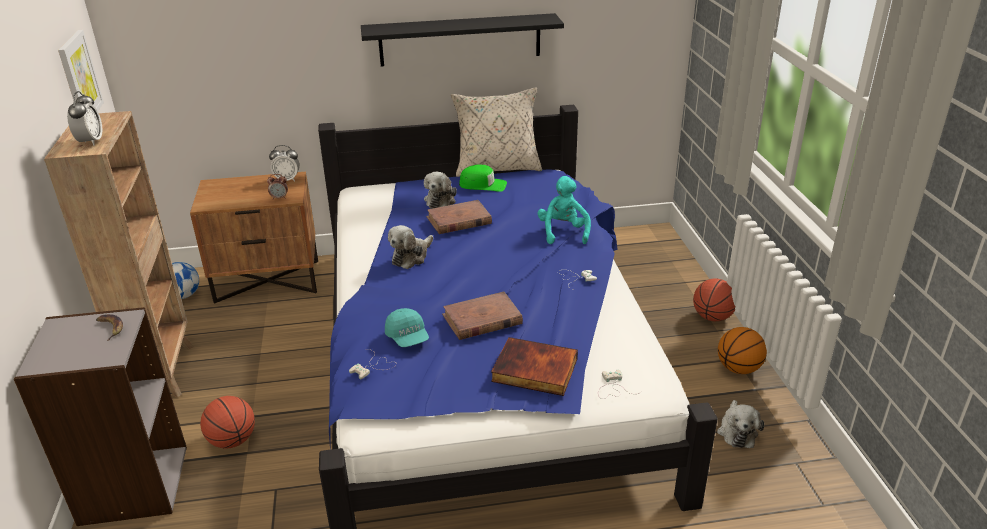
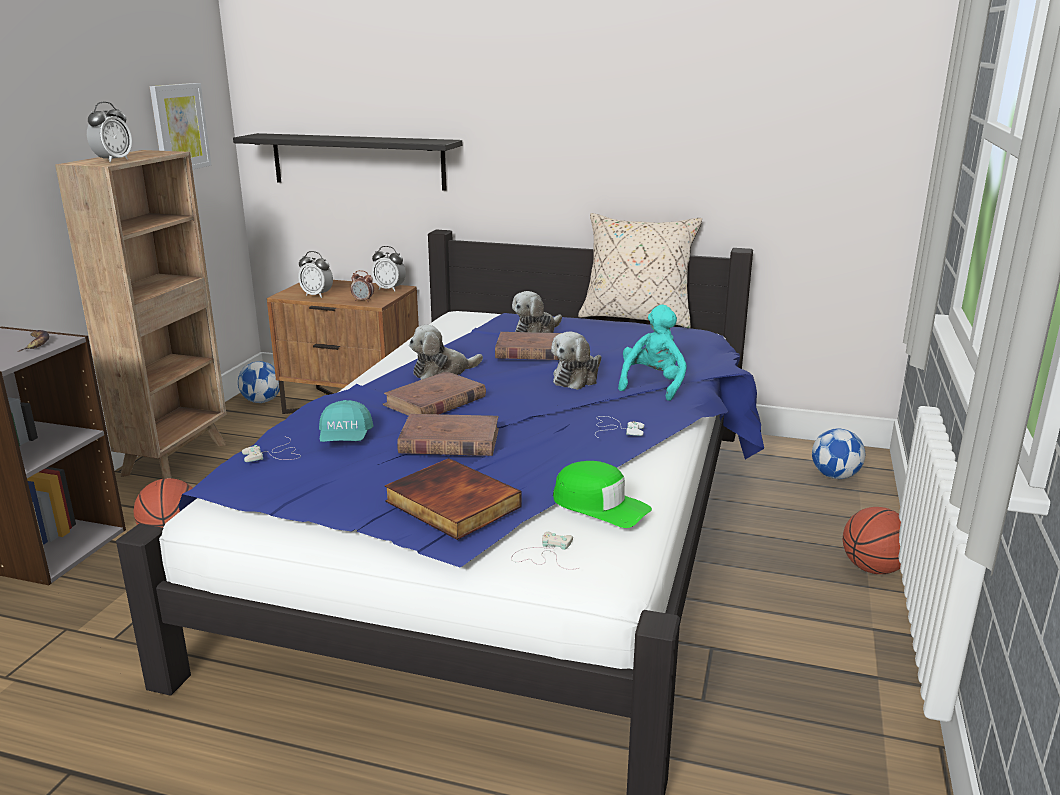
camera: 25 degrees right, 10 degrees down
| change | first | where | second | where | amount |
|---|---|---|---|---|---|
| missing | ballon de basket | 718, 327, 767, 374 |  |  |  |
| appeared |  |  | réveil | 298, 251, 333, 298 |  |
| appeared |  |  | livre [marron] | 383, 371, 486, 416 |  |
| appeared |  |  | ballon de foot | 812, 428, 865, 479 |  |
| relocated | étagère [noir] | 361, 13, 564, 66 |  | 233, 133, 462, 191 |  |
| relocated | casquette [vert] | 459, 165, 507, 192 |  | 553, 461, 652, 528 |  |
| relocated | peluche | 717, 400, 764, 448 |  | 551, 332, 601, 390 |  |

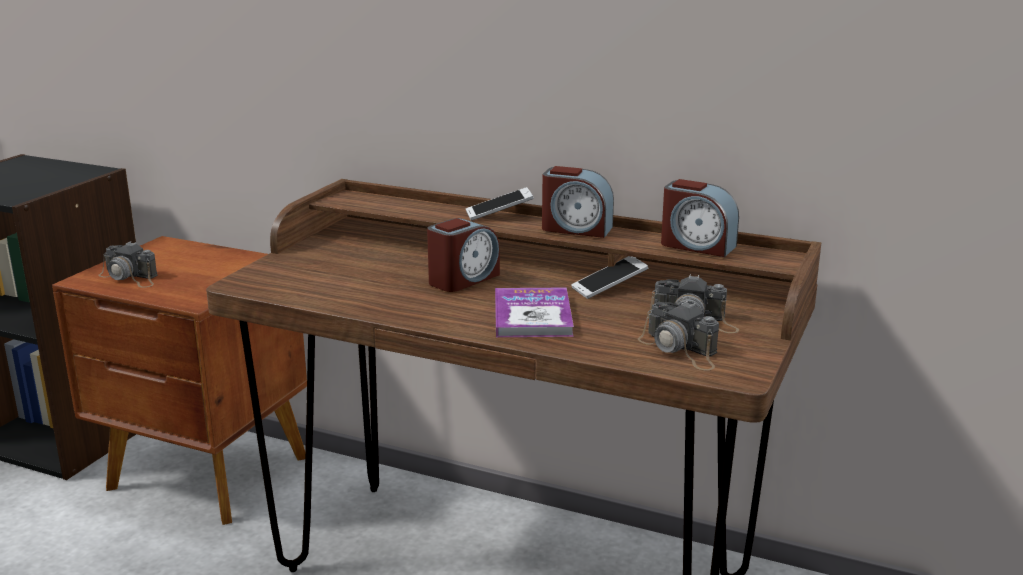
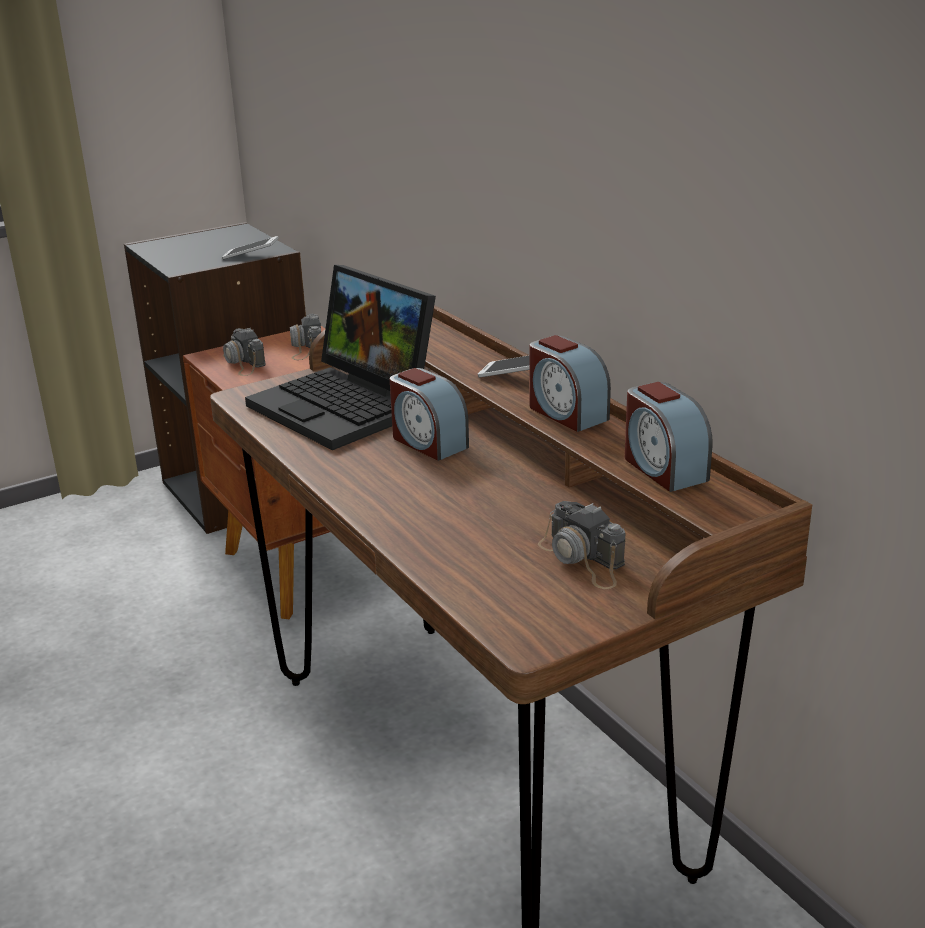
camera: 35 degrees right, 5 degrees up
| change | first | where | second | where | amount |
|---|---|---|---|---|---|
| missing | livre | 495, 288, 574, 337 |  |  |  |
| appeared |  |  | ordinateur portable | 245, 265, 436, 450 |  |
| relocated | téléphone | 571, 256, 648, 299 |  | 222, 236, 279, 260 |  |
| relocated | appareil photo | 638, 301, 719, 370 |  | 290, 314, 321, 360 |  |
| spun | réveil | 427, 218, 500, 292 |  | 390, 368, 469, 461 | 60 degrees clockwise |

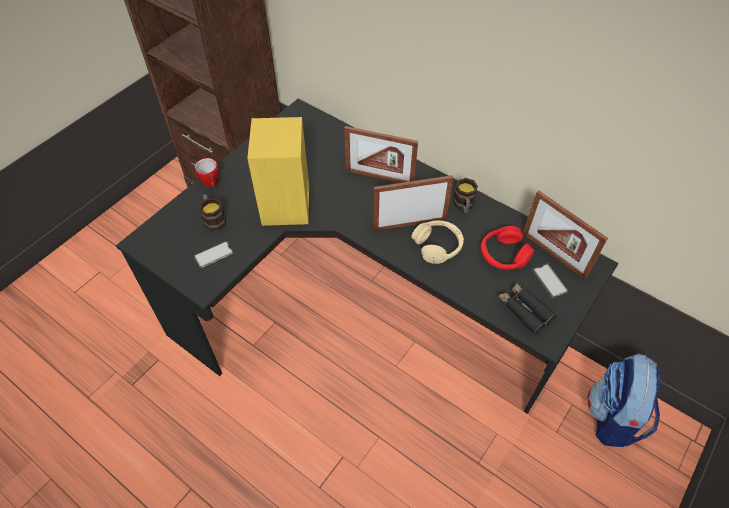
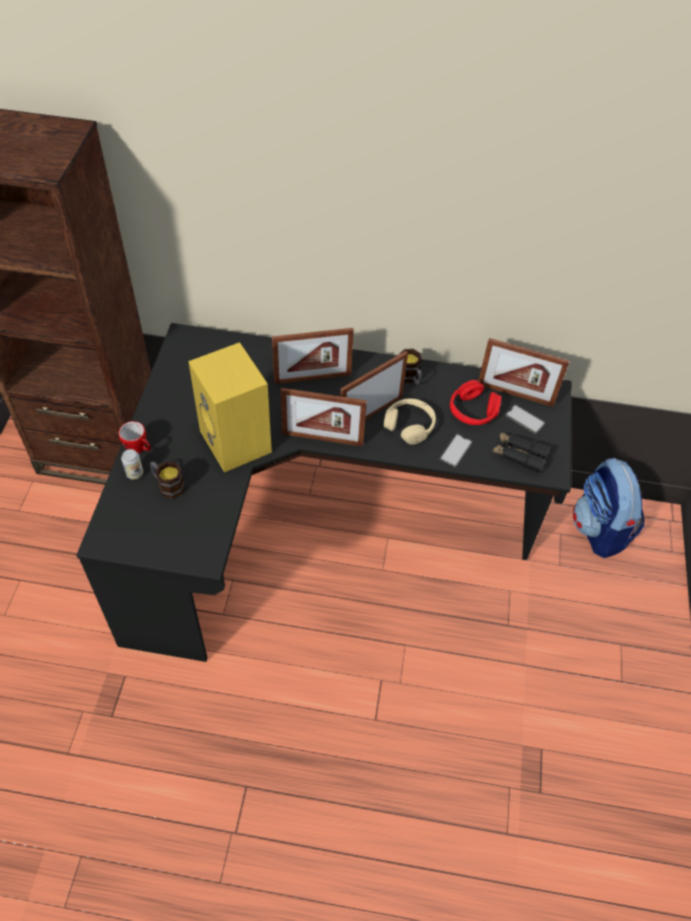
camera: 30 degrees left, 0 degrees up
| change | first | where | second | where | amount |
|---|---|---|---|---|---|
| appeared |  |  | boîte métallique | 121, 449, 143, 480 |  |
| appeared |  |  | cadre photo | 280, 388, 367, 447 |  |
| relocated | téléphone | 194, 241, 234, 268 |  | 440, 434, 472, 467 |  |

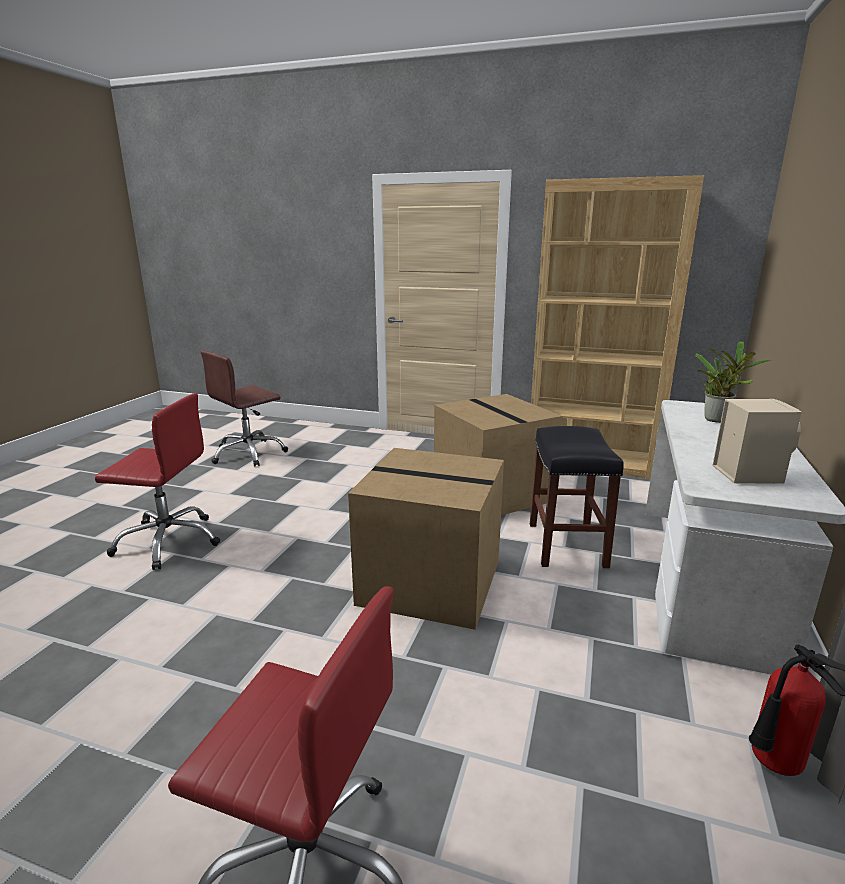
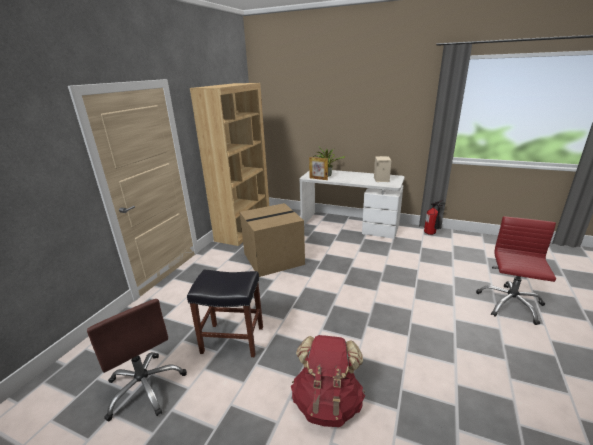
camera: 85 degrees left, 5 degrees up
| change | first | where | second | where | amount |
|---|---|---|---|---|---|
| missing | carton | 348, 448, 504, 630 |  |  |  |
| appeared |  |  | cadre photo | 309, 157, 328, 180 |  |
| relocated | tabouret [noir] | 530, 426, 624, 568 |  | 187, 270, 263, 357 |  |
| exchanged | chaise de bureau [rouge] | 95, 393, 220, 570 | sac à dos [rouge] | 291, 335, 365, 427 |  |

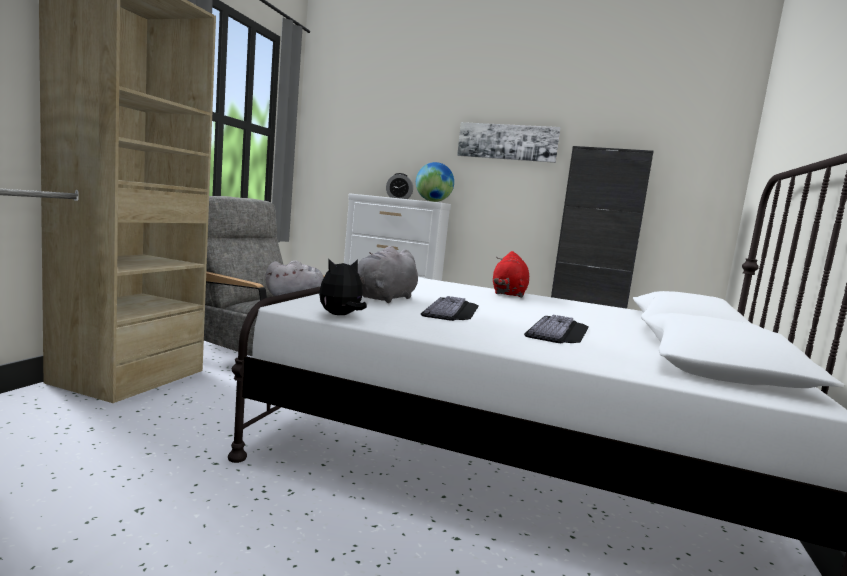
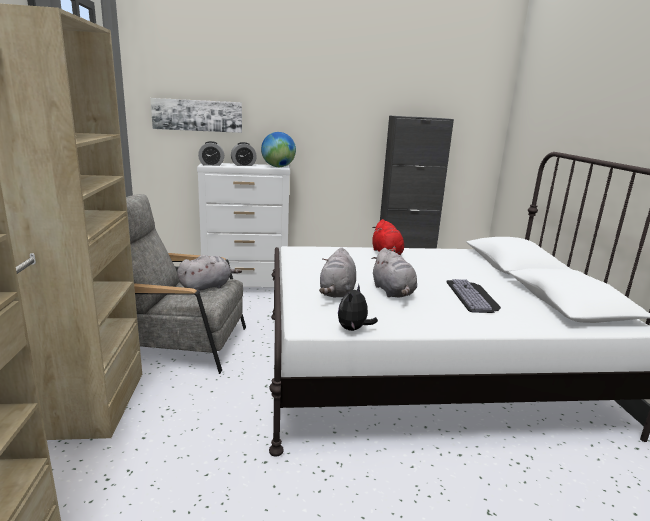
camera: 25 degrees left, 10 degrees up
| change | first | where | second | where | amount |
|---|---|---|---|---|---|
| appeared |  |  | réveil | 198, 141, 224, 166 |  |
| relocated | tableau | 457, 122, 561, 163 |  | 151, 98, 242, 133 |  |
| exchanged | clavier | 421, 296, 479, 321 | peluche [gris] | 371, 248, 417, 297 |  |

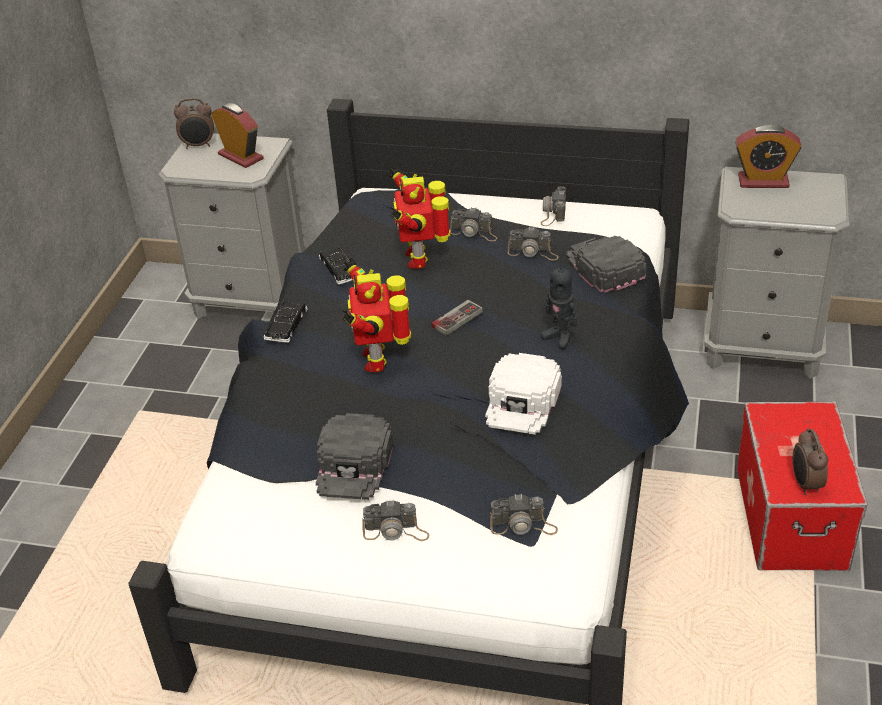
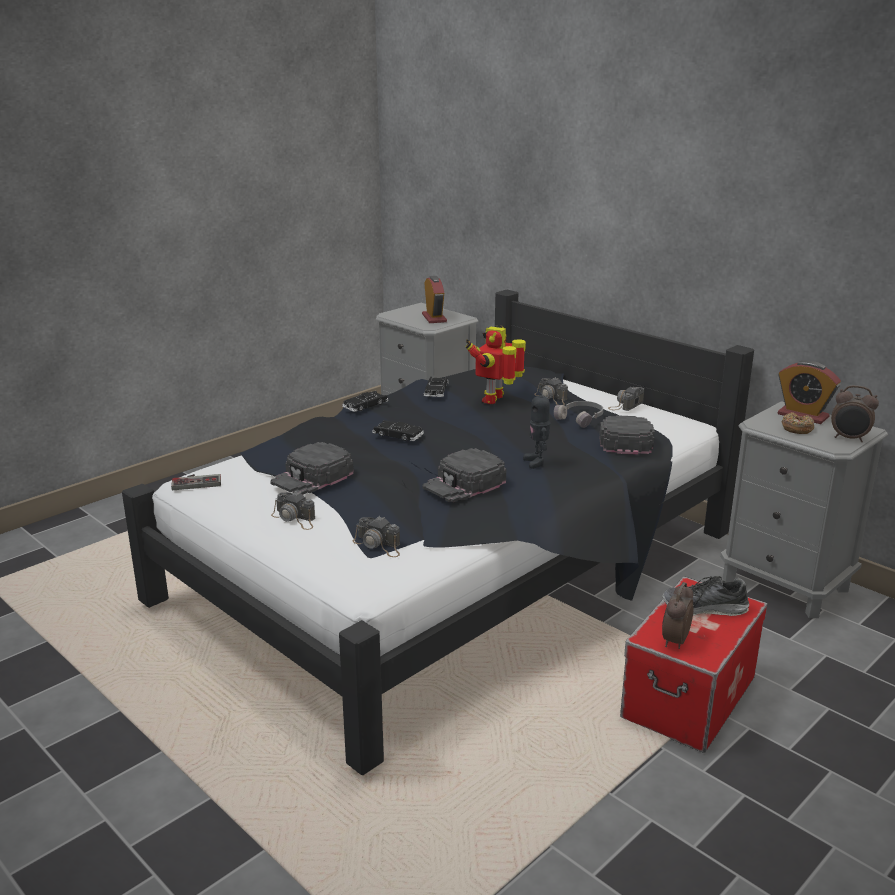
camera: 30 degrees right, 15 degrees down
| change | first | where | second | where | amount |
|---|---|---|---|---|---|
| appeared |  |  | chaussure | 662, 576, 749, 616 |  |
| appeared |  |  | beignet | 781, 412, 814, 434 |  |
| relocated | réveil | 174, 98, 214, 149 |  | 831, 385, 879, 442 |  |
| relocated | manette | 432, 300, 483, 336 |  | 171, 474, 221, 490 |  |
| exchanged | robot jouet | 342, 258, 411, 372 | petite voiture [noir] | 372, 420, 424, 441 |  |
| exchanged | appareil photo | 508, 226, 559, 260 | casque audio [gris] | 554, 401, 603, 428 |  |
| colour | casquette [blanc] | 485, 353, 562, 435 | casquette [noir] | 422, 448, 506, 502 |  |

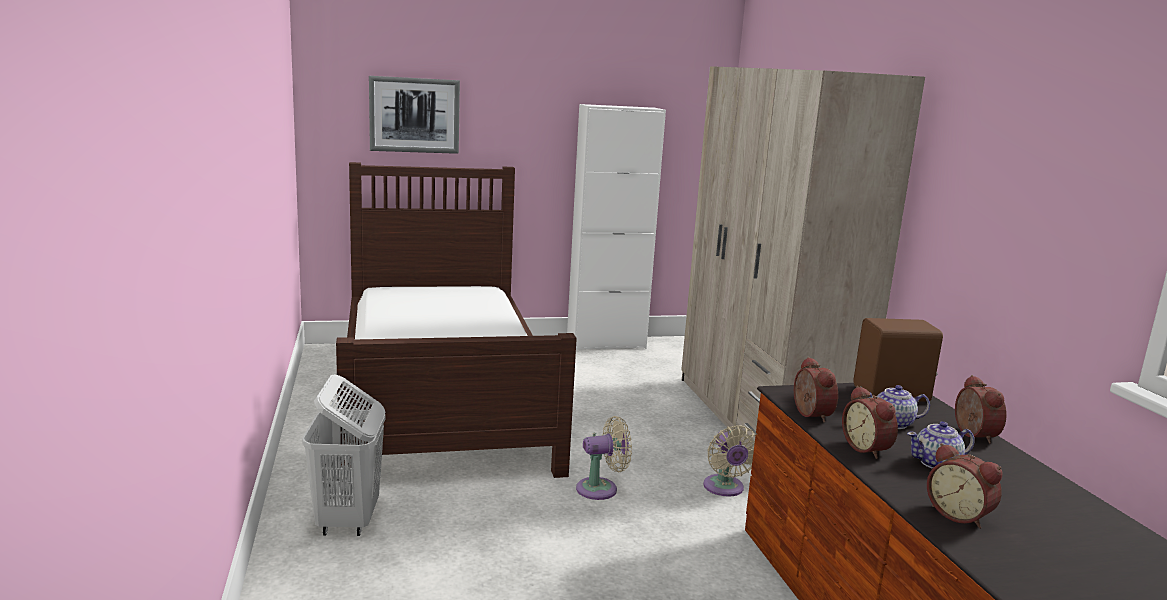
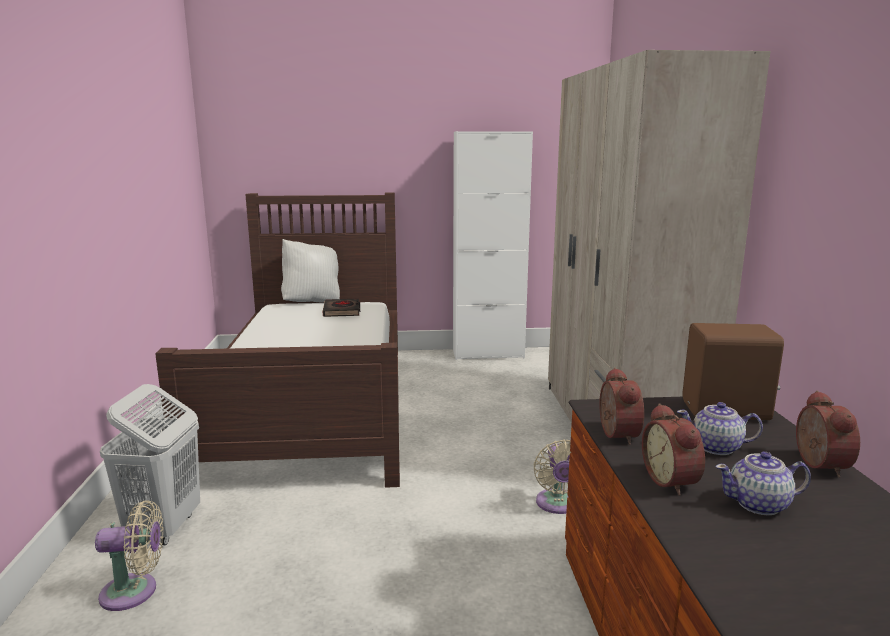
camera: 10 degrees right, 0 degrees up
| change | first | where | second | where | amount |
|---|---|---|---|---|---|
| missing | tableau | 369, 76, 460, 154 |  |  |  |
| missing | réveil | 927, 443, 1002, 529 |  |  |  |
| appeared |  |  | coussin [blanc] | 281, 239, 340, 303 |  |
| appeared |  |  | livre [noir] | 323, 298, 360, 317 |  |
| relocated | ventilateur [beige] | 576, 416, 632, 500 |  | 95, 500, 164, 611 |  |

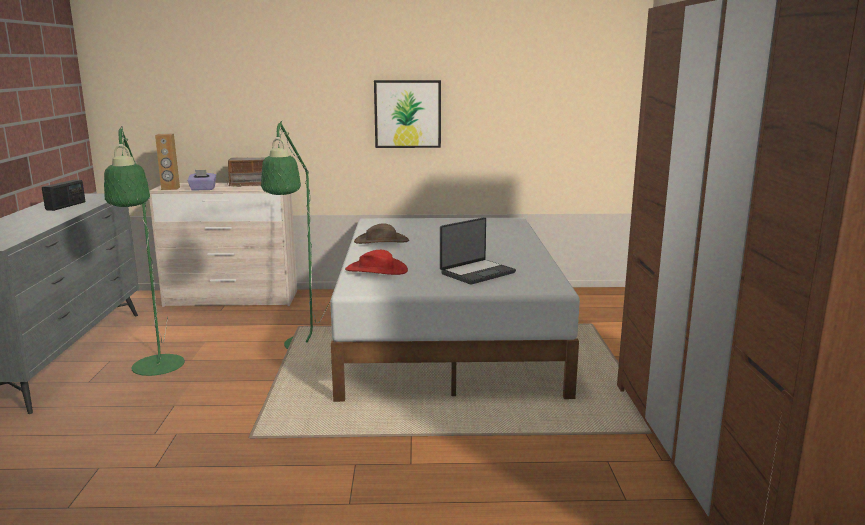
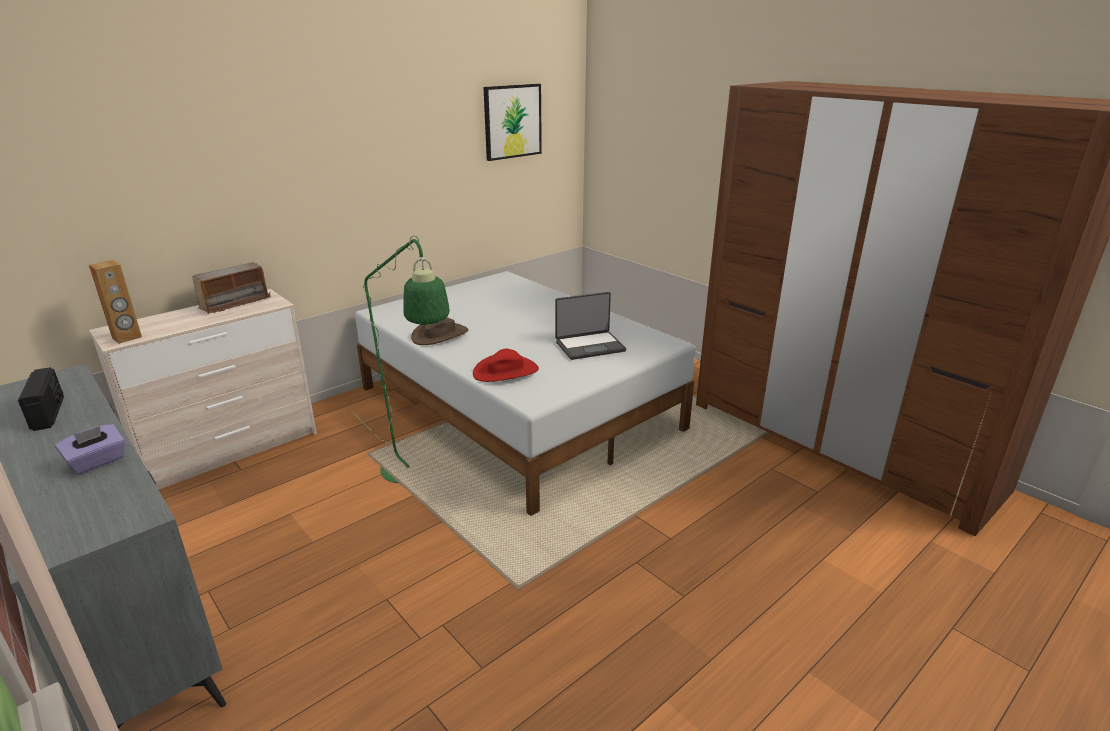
camera: 40 degrees left, 10 degrees up
| change | first | where | second | where | amount |
|---|---|---|---|---|---|
| missing | lampadaire [vert] | 104, 126, 185, 376 |  |  |  |
| relocated | boîte à mouchoirs [violet] | 188, 170, 216, 191 |  | 55, 424, 125, 475 |  |
| relocated | tableau | 374, 80, 441, 148 |  | 484, 84, 542, 161 |  |
| spun | ordinateur portable | 440, 217, 516, 284 |  | 555, 292, 626, 360 | 60 degrees clockwise |

